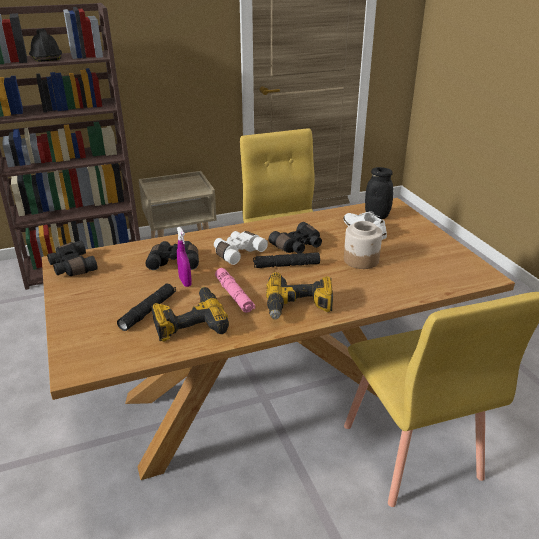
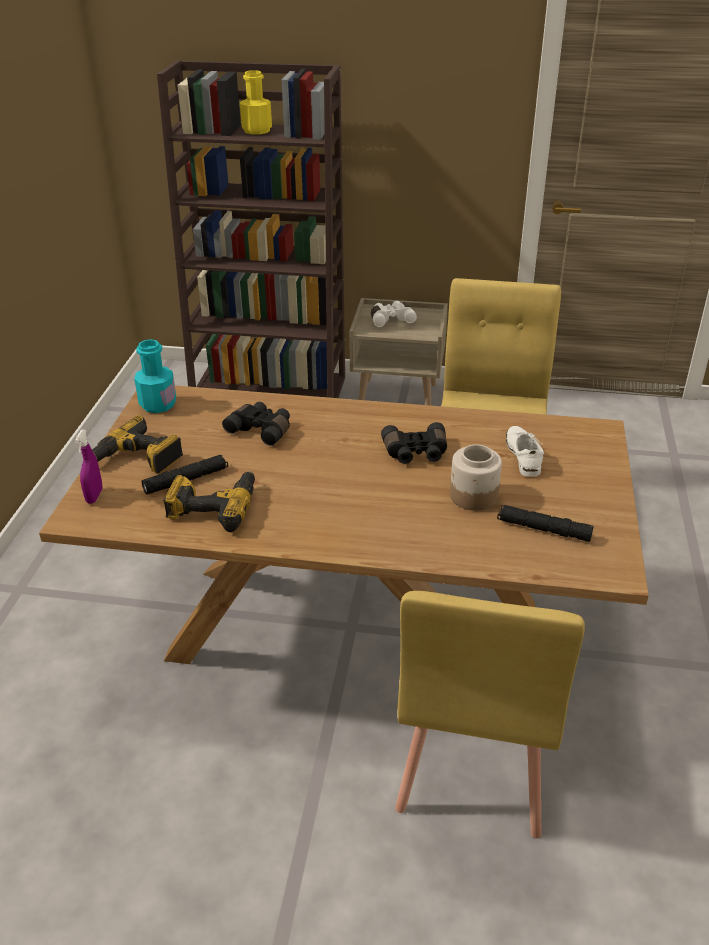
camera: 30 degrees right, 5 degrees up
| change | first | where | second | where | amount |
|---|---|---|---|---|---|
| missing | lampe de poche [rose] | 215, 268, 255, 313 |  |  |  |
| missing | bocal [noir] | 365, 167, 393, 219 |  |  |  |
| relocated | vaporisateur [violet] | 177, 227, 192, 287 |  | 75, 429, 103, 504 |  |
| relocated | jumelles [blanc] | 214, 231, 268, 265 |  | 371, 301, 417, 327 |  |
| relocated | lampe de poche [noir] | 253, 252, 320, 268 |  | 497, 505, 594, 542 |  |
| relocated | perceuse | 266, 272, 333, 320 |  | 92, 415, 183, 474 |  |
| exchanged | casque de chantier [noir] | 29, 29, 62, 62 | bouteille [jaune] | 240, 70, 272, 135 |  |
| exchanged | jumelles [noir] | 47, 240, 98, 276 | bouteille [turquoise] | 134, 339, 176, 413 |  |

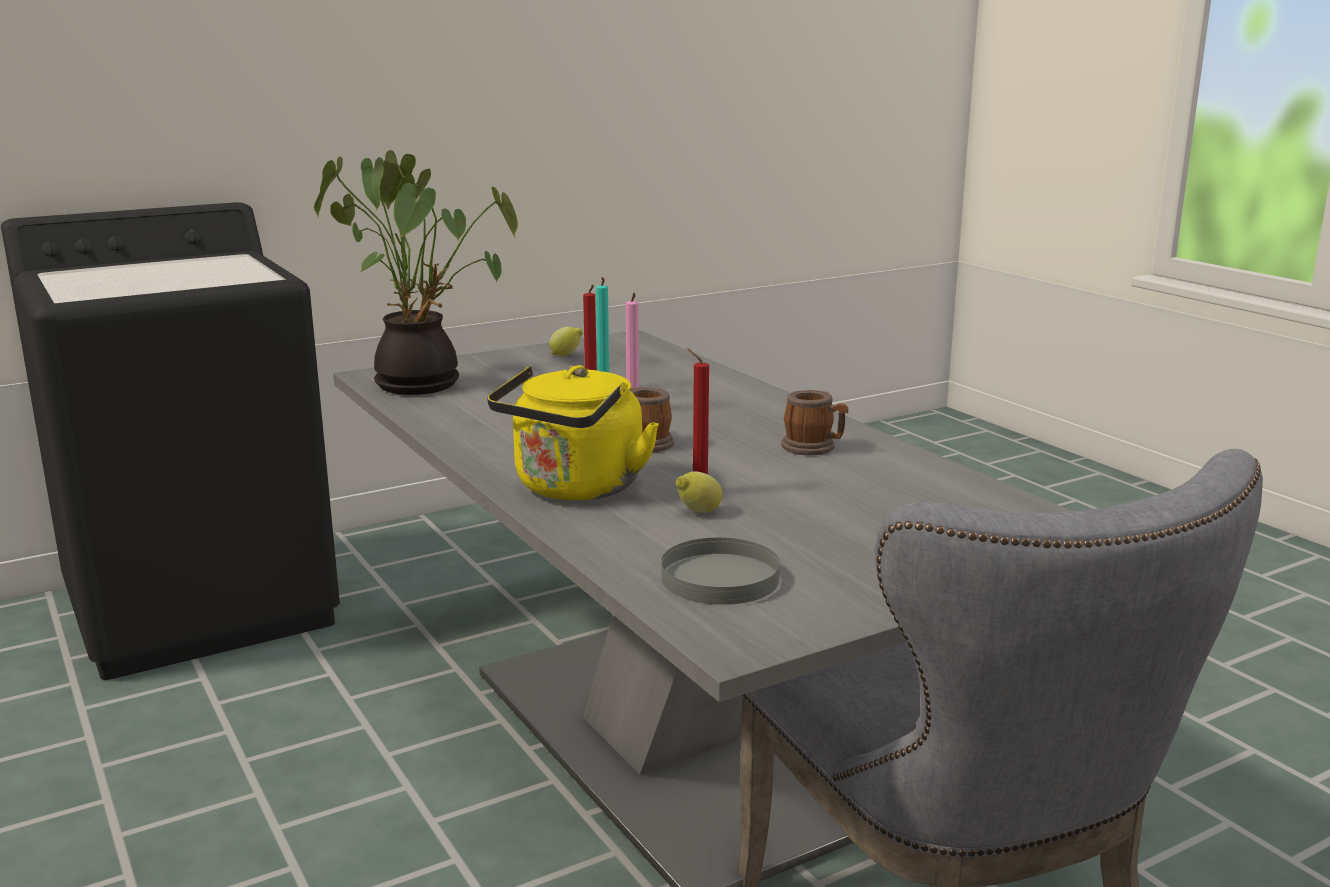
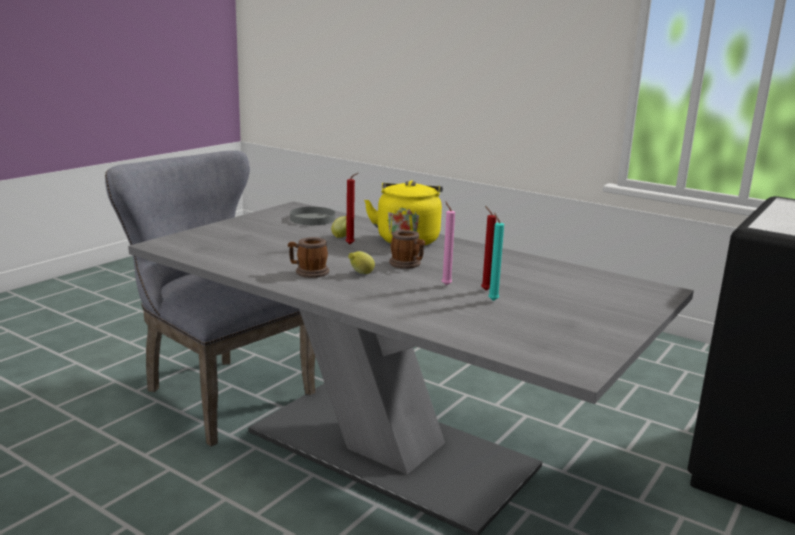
camera: 155 degrees right, 0 degrees up
| change | first | where | second | where | amount |
|---|---|---|---|---|---|
| missing | plante en pot | 314, 150, 518, 395 |  |  |  |
| relocated | citron | 549, 327, 583, 356 |  | 348, 251, 375, 274 |  |

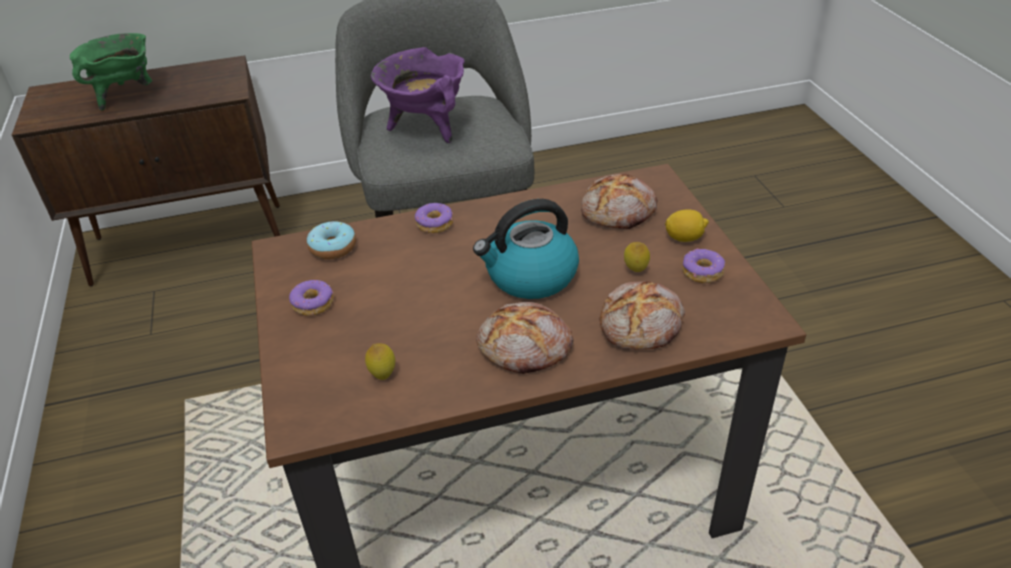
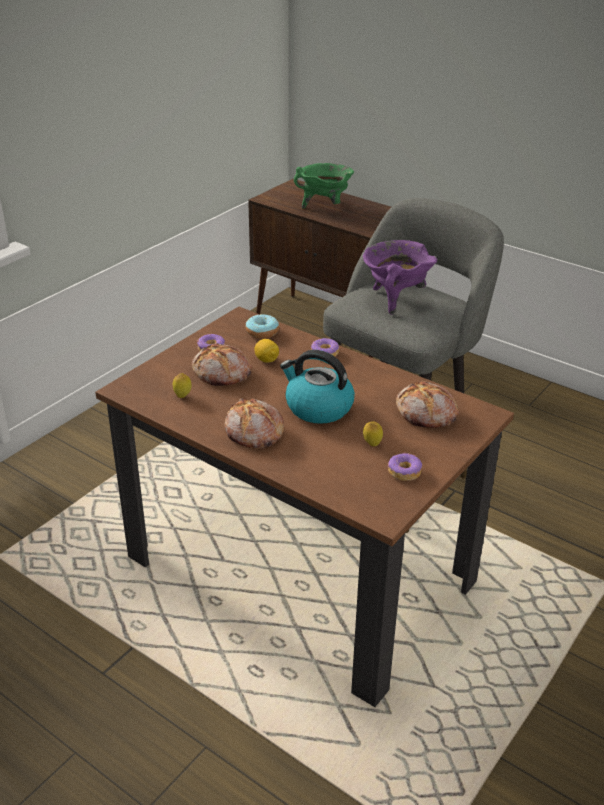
camera: 50 degrees right, 5 degrees down
| change | first | where | second | where | amount |
|---|---|---|---|---|---|
| relocated | pain | 599, 281, 685, 350 |  | 192, 343, 252, 386 |  |
| relocated | citron | 665, 210, 709, 242 |  | 254, 339, 279, 363 |  |

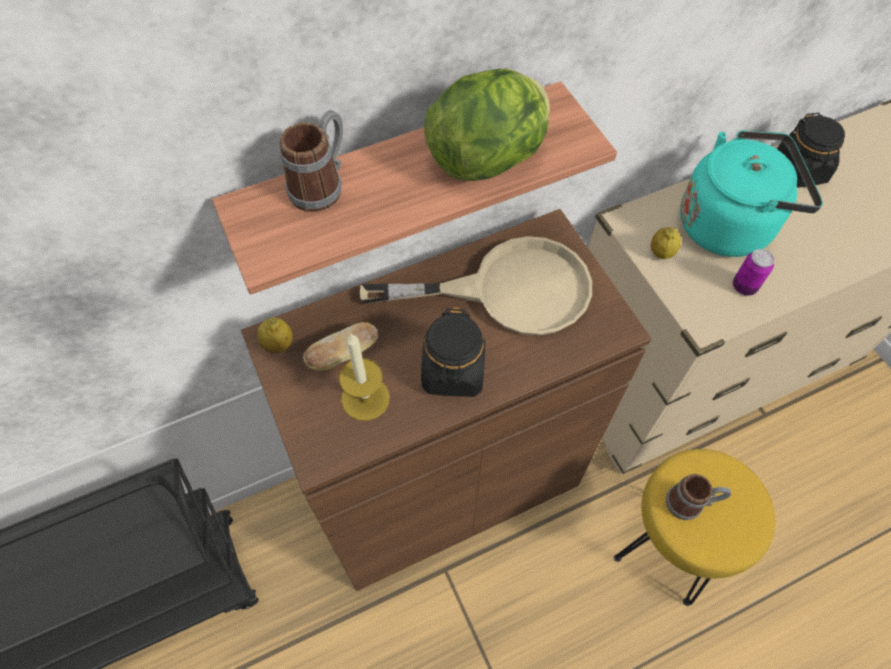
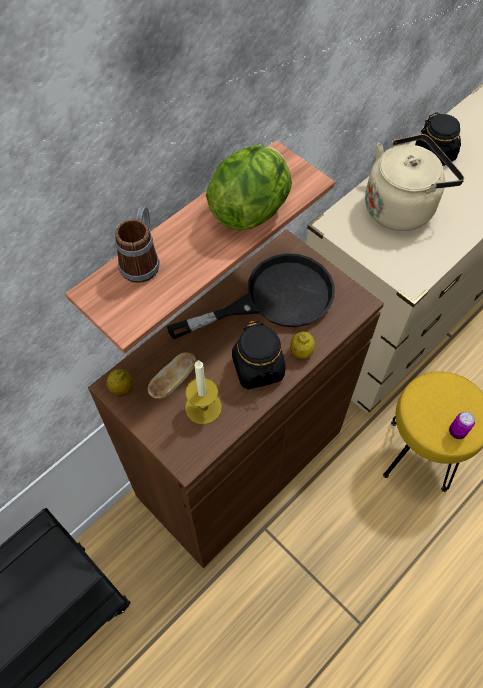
camera: 20 degrees left, 0 degrees up
| change | first | where | second | where | amount |
|---|---|---|---|---|---|
| missing | mug | 666, 474, 731, 520 |  |  |  |
| relocated | citron | 651, 227, 681, 259 |  | 290, 331, 315, 359 |  |
| relocated | boîte métallique | 733, 249, 774, 296 |  | 449, 412, 475, 439 |  |
| colour | poêle [beige] | 359, 236, 592, 336 | poêle [noir] | 167, 253, 335, 339 |  |
| colour | bouilloire [turquoise] | 680, 130, 823, 257 | bouilloire [beige] | 365, 134, 464, 231 |  |

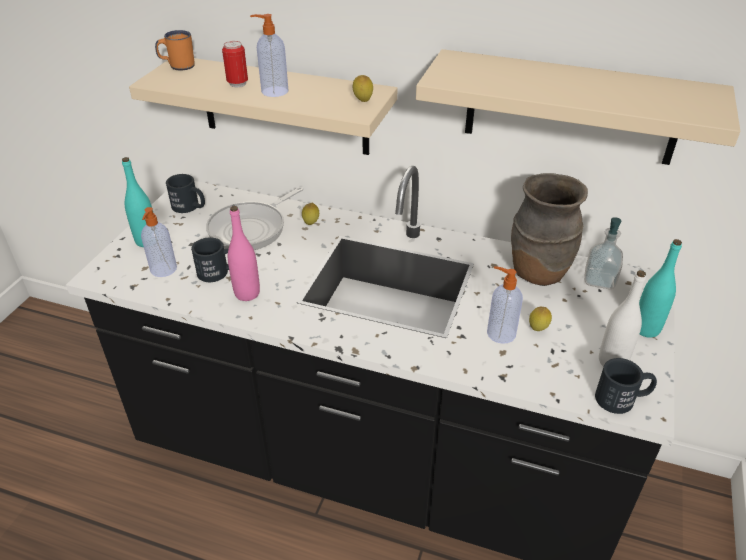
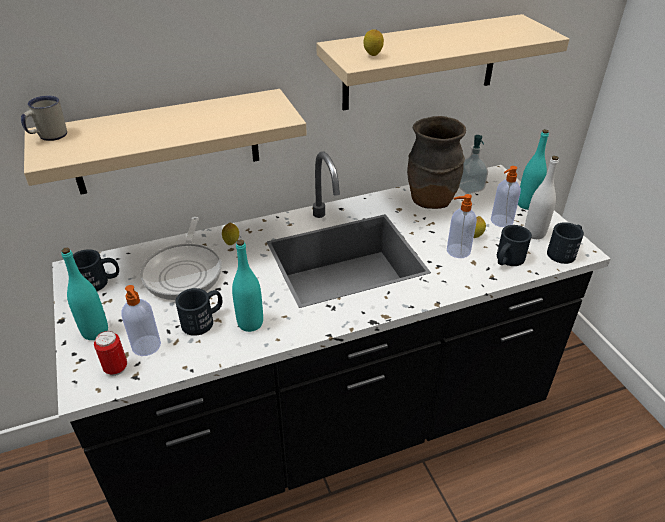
camera: 40 degrees left, 0 degrees up
| change | first | where | second | where | amount |
|---|---|---|---|---|---|
| appeared |  |  | mug [noir] | 497, 225, 532, 266 |  |
| relocated | boîte métallique | 222, 41, 248, 87 |  | 94, 331, 127, 376 |  |
| relocated | distributeur de savon | 250, 14, 289, 97 |  | 491, 166, 521, 227 |  |
| relocated | citron | 353, 75, 373, 102 |  | 363, 29, 384, 56 |  |
| colour | mug [orange] | 155, 30, 195, 71 | mug [blanc] | 21, 96, 67, 141 |  |
| colour | bouteille [rose] | 228, 206, 260, 301 | bouteille [turquoise] | 232, 240, 263, 332 |  |

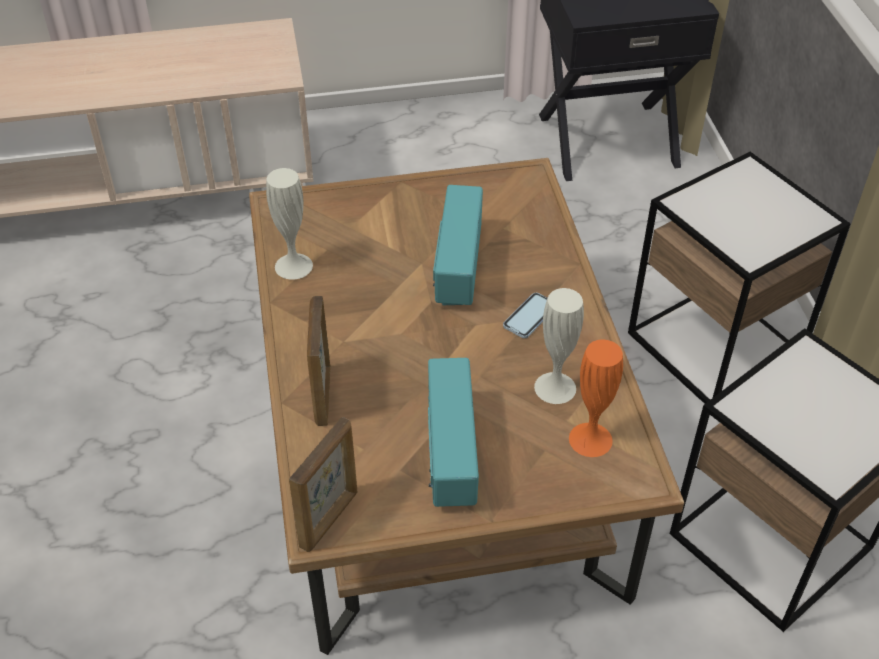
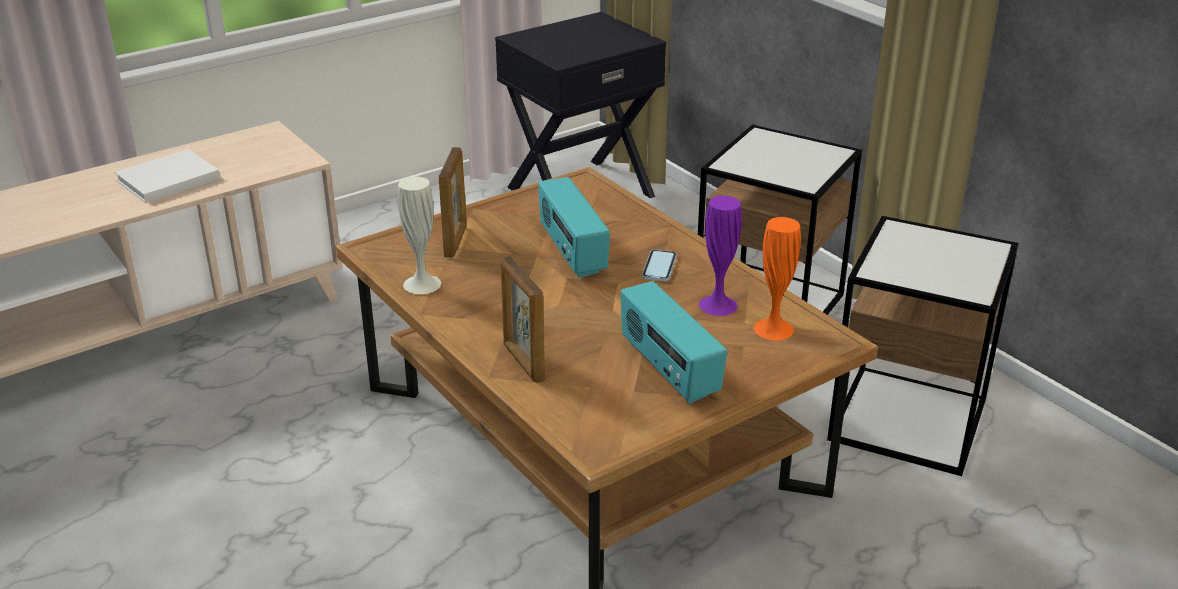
camera: 25 degrees left, 15 degrees down
| change | first | where | second | where | amount |
|---|---|---|---|---|---|
| appeared |  |  | livre [blanc] | 115, 149, 220, 203 |  |
| relocated | cadre photo | 289, 417, 357, 552 |  | 439, 147, 467, 258 |  |
| colour | vase [blanc] | 534, 288, 584, 404 | vase [violet] | 699, 196, 742, 316 |  |

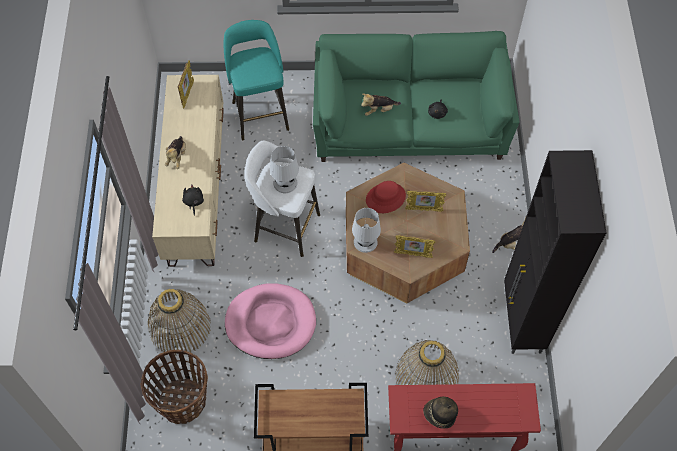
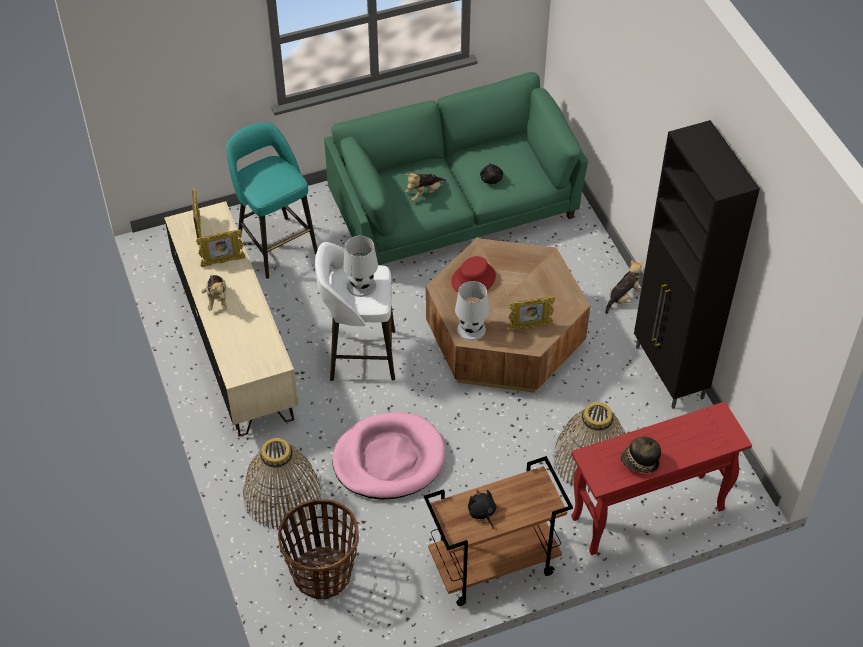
camera: 20 degrees left, 10 degrees down
| change | first | where | second | where | amount |
|---|---|---|---|---|---|
| relocated | peluche [noir] | 182, 185, 204, 216 |  | 468, 489, 496, 529 |  |
| relocated | cadre photo | 405, 190, 446, 212 |  | 196, 229, 246, 267 |  |

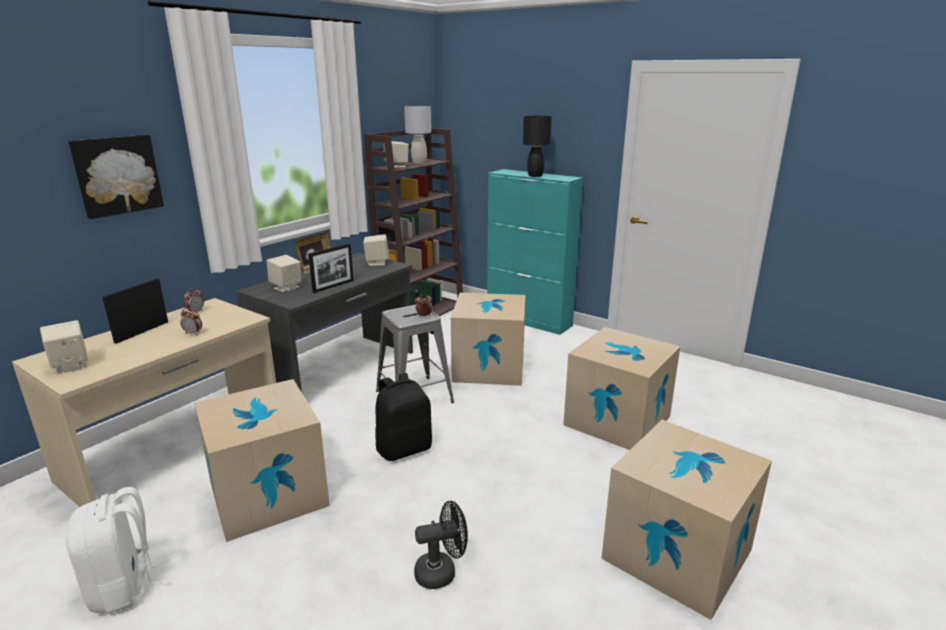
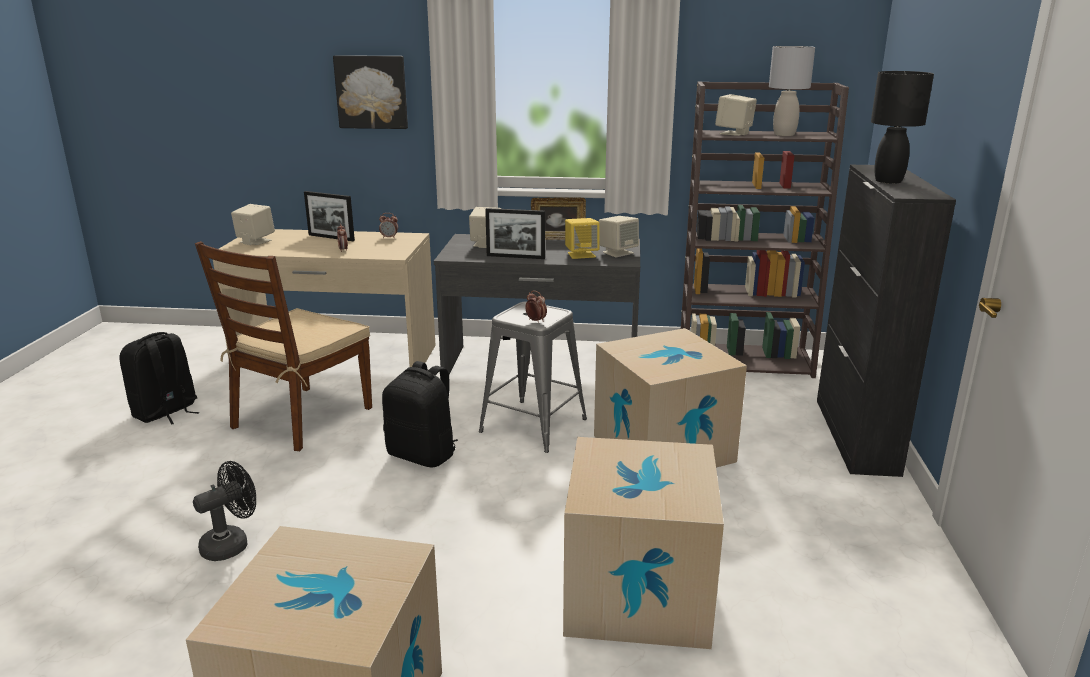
camera: 60 degrees right, 0 degrees up
| change | first | where | second | where | amount |
|---|---|---|---|---|---|
| appeared |  |  | enceinte [jaune] | 565, 218, 600, 259 |  |
| exchanged | carton | 194, 379, 330, 542 | chaise [marron] | 195, 241, 372, 451 |  |
| colour | sac à dos [blanc] | 66, 487, 171, 614 | sac à dos [noir] | 119, 332, 199, 425 |  |
| colour | meuble de rangement [turquoise] | 487, 169, 583, 335 | meuble de rangement [noir] | 817, 165, 956, 477 |  |
| spun | cadre photo | 102, 279, 168, 344 |  | 304, 191, 355, 241 | 150 degrees counterclockwise |
| spun | ventilateur [noir] | 414, 501, 468, 589 |  | 193, 461, 256, 561 | 90 degrees counterclockwise |

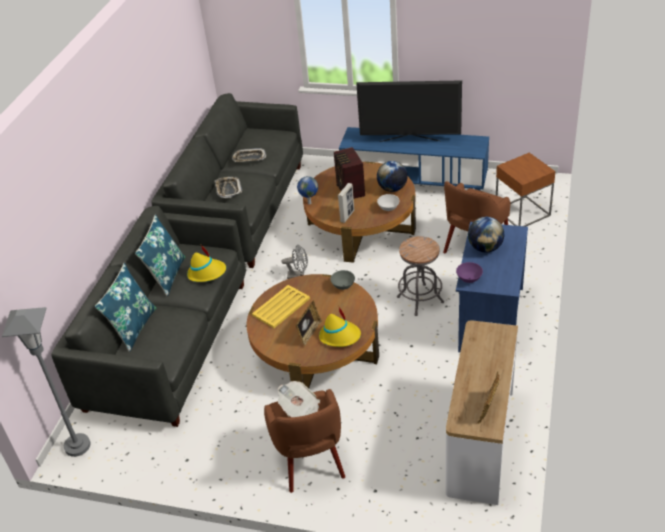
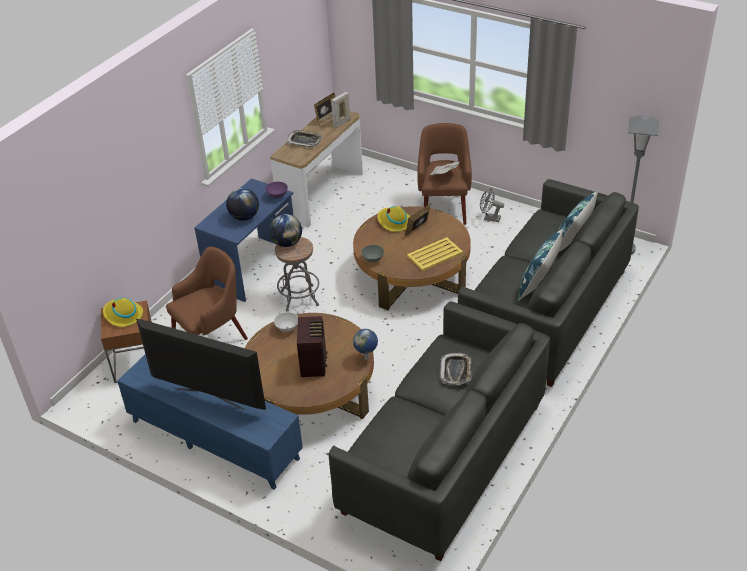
camera: 165 degrees left, 0 degrees up
| change | first | where | second | where | amount |
|---|---|---|---|---|---|
| relocated | chapeau [jaune] | 187, 245, 226, 282 |  | 103, 298, 143, 327 |  |
| relocated | plateau | 232, 148, 266, 162 |  | 288, 130, 322, 147 |  |
| relocated | ventilateur [gris] | 281, 245, 308, 279 |  | 480, 188, 504, 222 |  |
| relocated | cadre photo | 338, 183, 354, 223 |  | 331, 92, 351, 128 |  |
| relocated | globe | 377, 161, 408, 192 |  | 269, 214, 302, 247 |  |

